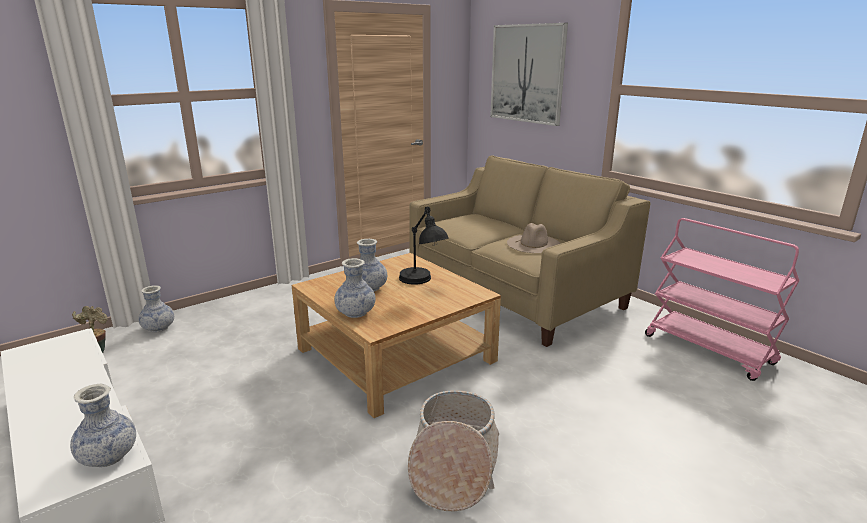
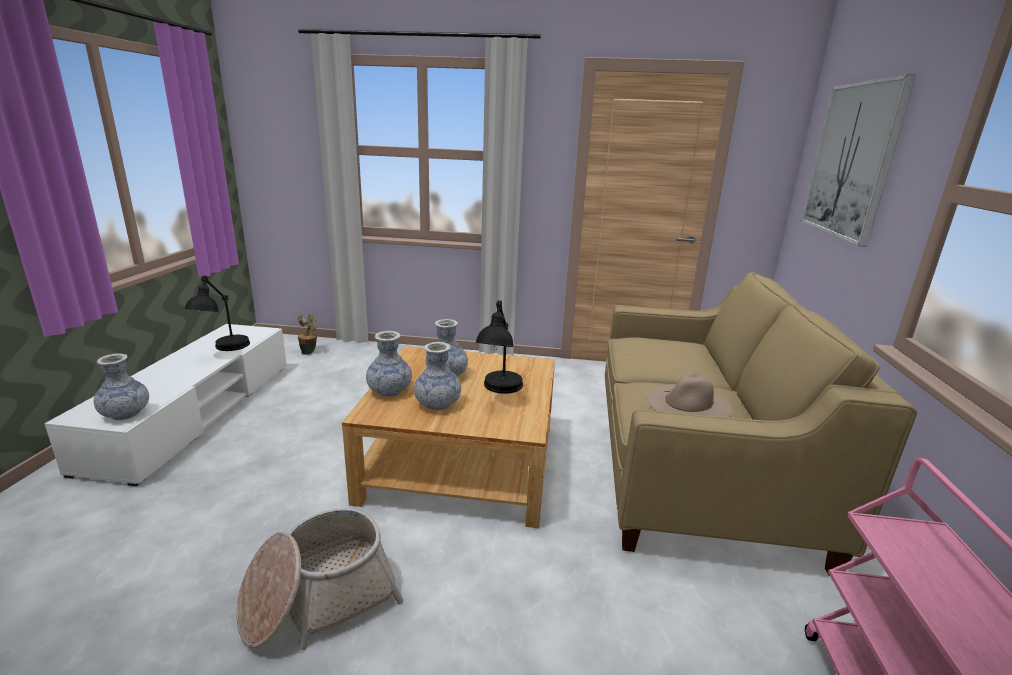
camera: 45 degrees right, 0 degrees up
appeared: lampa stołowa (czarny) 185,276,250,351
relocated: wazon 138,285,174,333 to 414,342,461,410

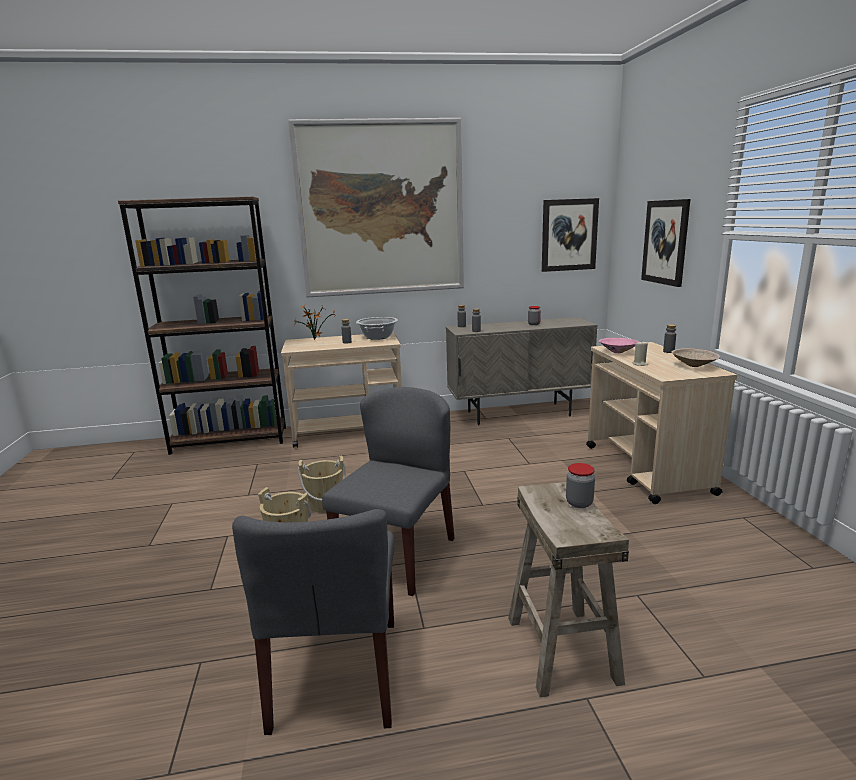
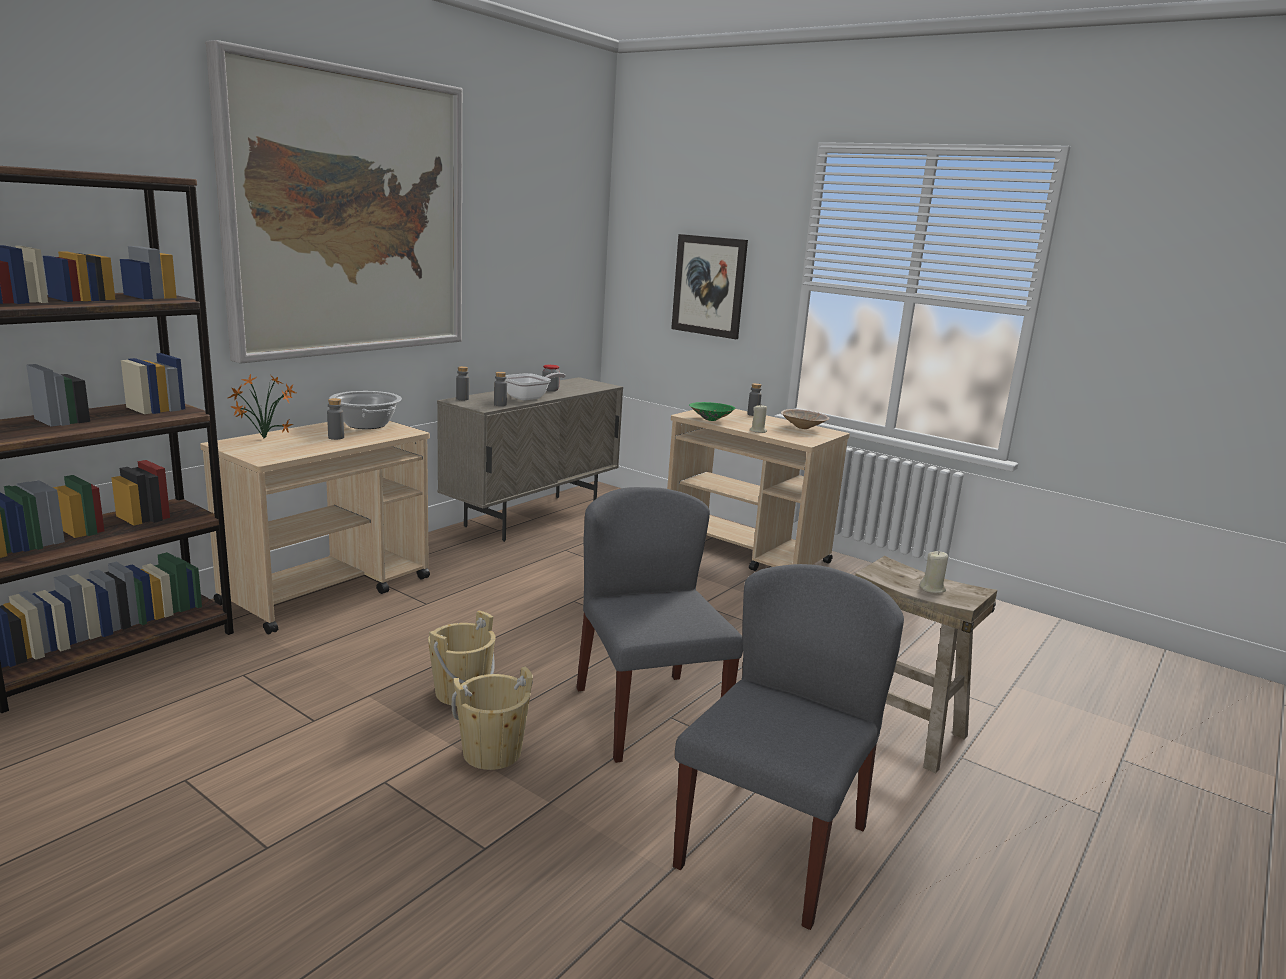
camera: 45 degrees left, 0 degrees up
missing: obraz 542,198,599,272; słoik 566,463,595,508
appeared: patelnia 505,373,566,401; świeca (beżowy) 920,551,948,593
colour: miska (różowy) 599,338,639,353 to miska (zielony) 689,402,735,421
spun: krzesło (szary) 232,509,395,735 = 673,564,904,930 105 degrees counterclockwise

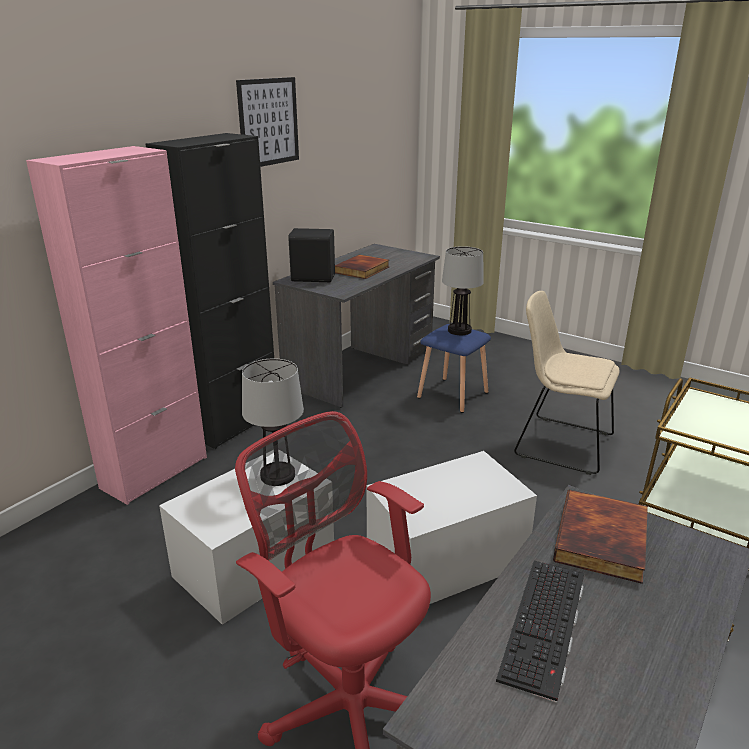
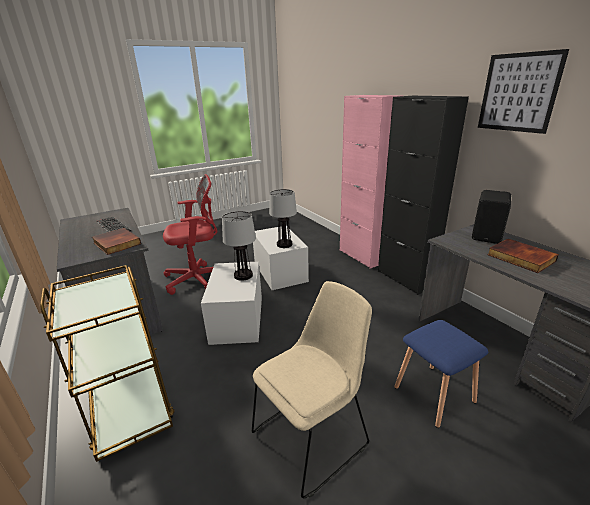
camera: 115 degrees right, 0 degrees up
relocated: lampa stołowa 442,246,484,335 to 222,211,256,281

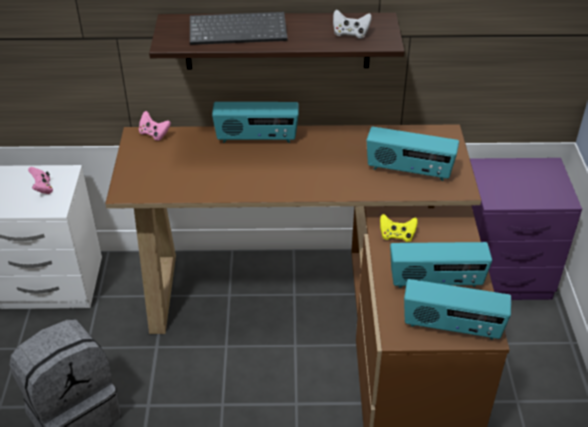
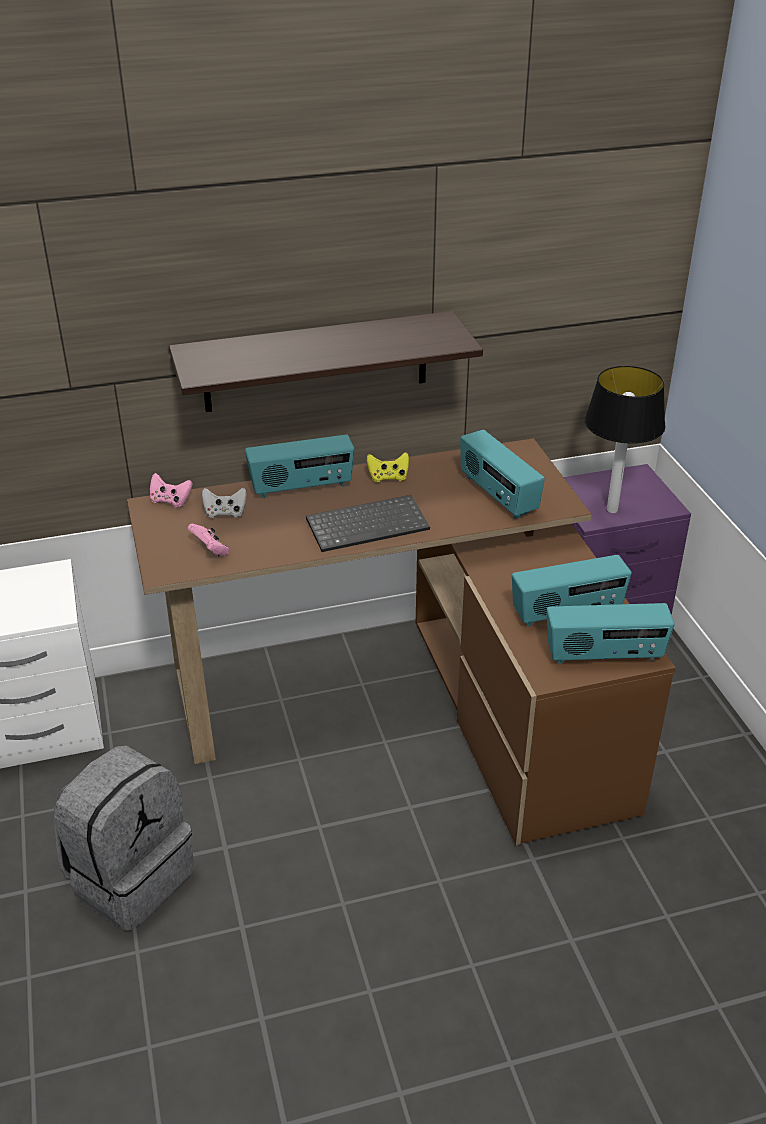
camera: 15 degrees left, 5 degrees down
appeared: lampa stołowa 585,366,665,513
relocated: pad do gier (różowy) 28,167,53,194 to 188,523,229,556; klawiatura 190,12,288,45 to 306,495,430,552; pad do gier (biały) 333,9,372,39 to 202,488,247,518; pad do gier (żółty) 380,214,418,242 to 367,452,409,482
spun: radio 366,127,459,181 = 460,430,545,519 60 degrees clockwise

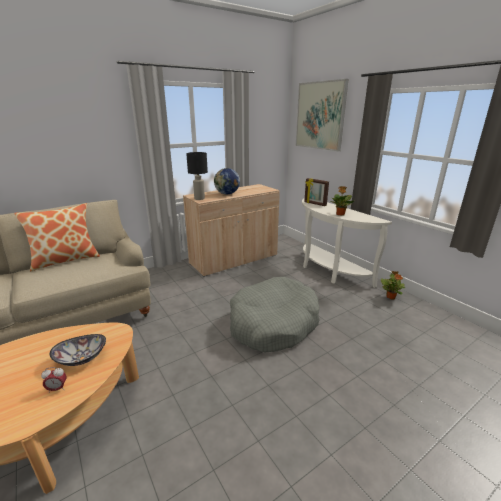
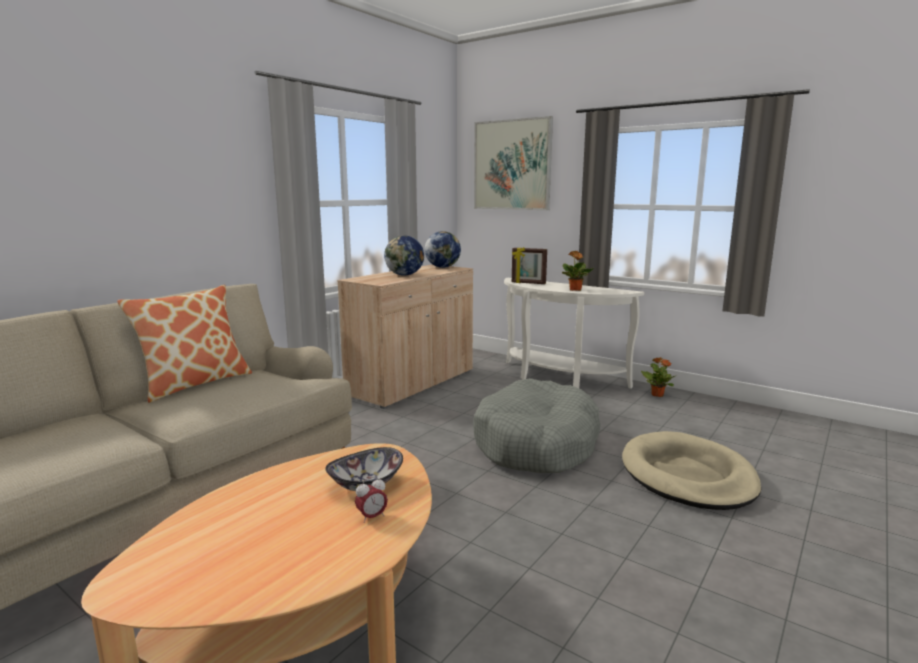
camera: 20 degrees left, 10 degrees down
missing: lampa stołowa (czarny) 186,152,208,200
appeared: globus 425,231,461,268; legowisko (beżowy) 622,431,761,510

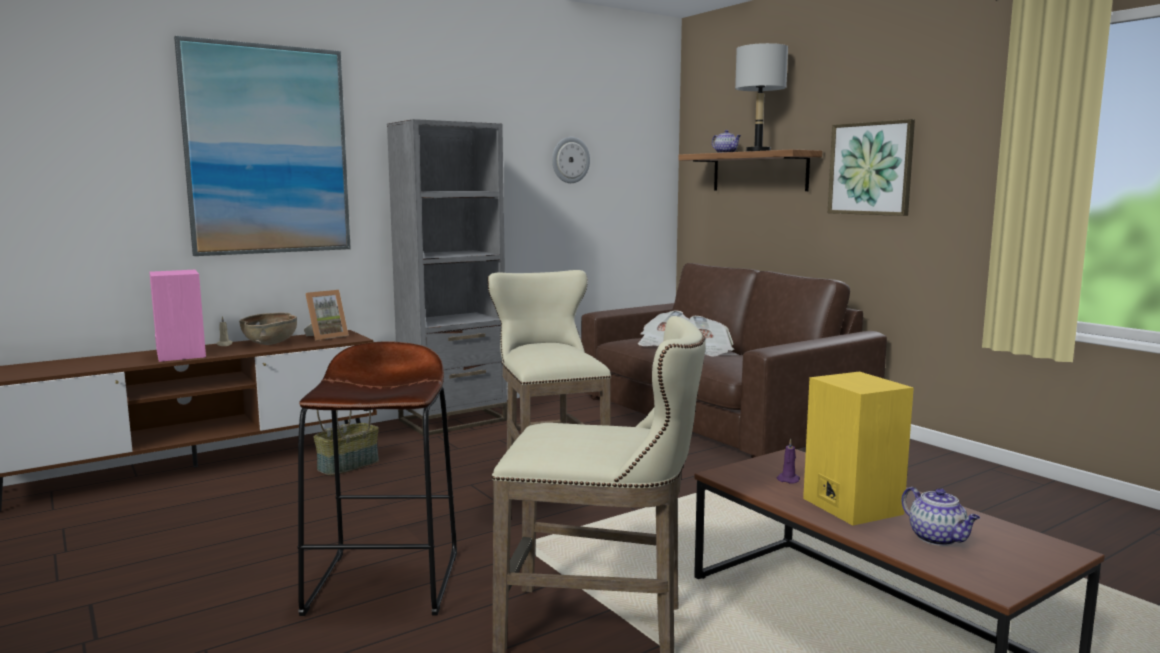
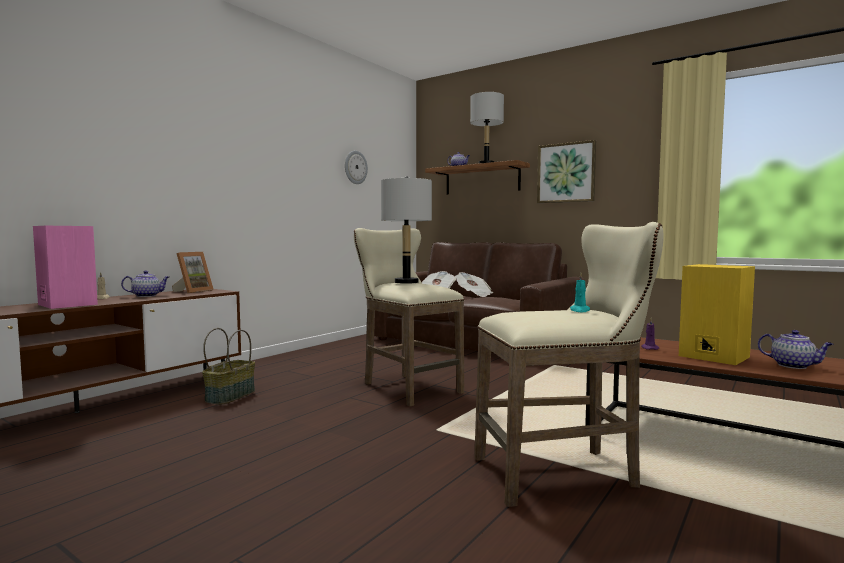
camera: 20 degrees left, 5 degrees down
missing: obraz 174,36,351,256; stołek (brązowy) 297,341,457,616; regał (szary) 387,119,507,435
appeared: lampa stołowa (szary) 381,176,432,284; świeca (turkusowy) 570,273,590,312
exchanged: miska (brązowy) 239,313,297,345 to imbryk 121,271,169,297

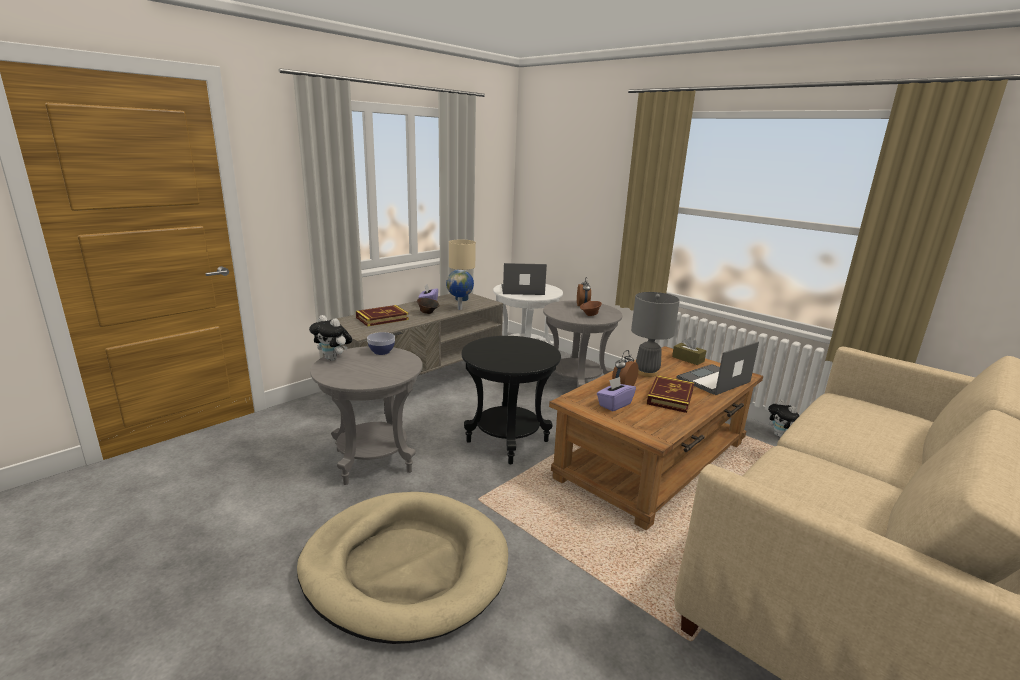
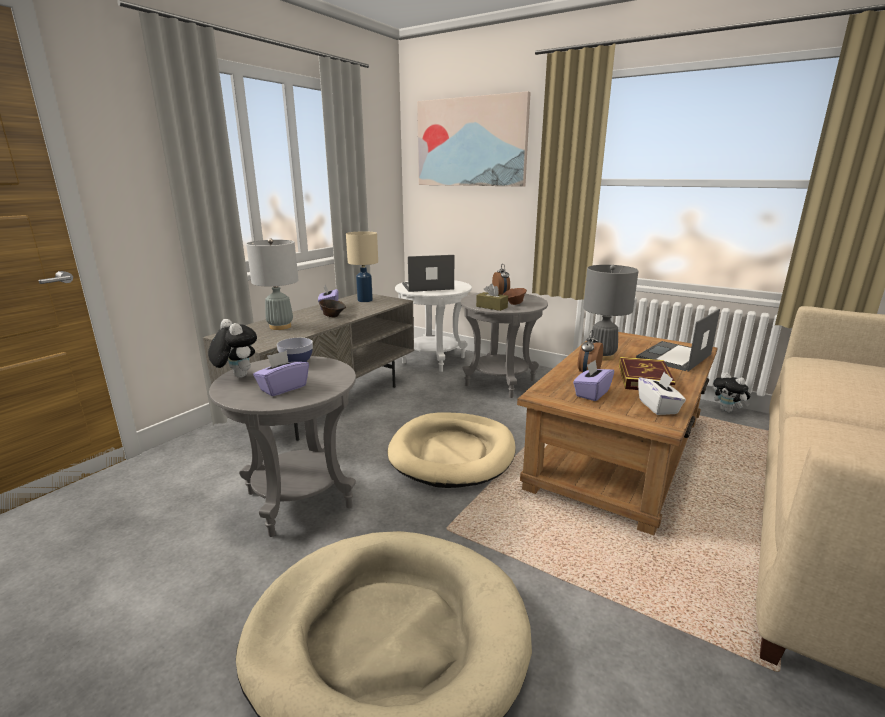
camera: 10 degrees left, 0 degrees up
missing: globus 446,270,474,310
appeared: pudełko chusteczek (fioletowy) 253,350,309,396; obraz 417,91,531,187; pudełko chusteczek (biały) 638,372,686,415
relocated: pudełko chusteczek (brązowy) 672,337,706,365 to 476,284,508,311
exchanged: książka 356,305,409,327 to lampa stołowa (szary) 246,238,298,330; stolik (czarny) 461,336,561,464 to legowisko (beżowy) 387,412,516,488
spun: pluszak 309,315,352,361 = 208,319,257,378 150 degrees counterclockwise

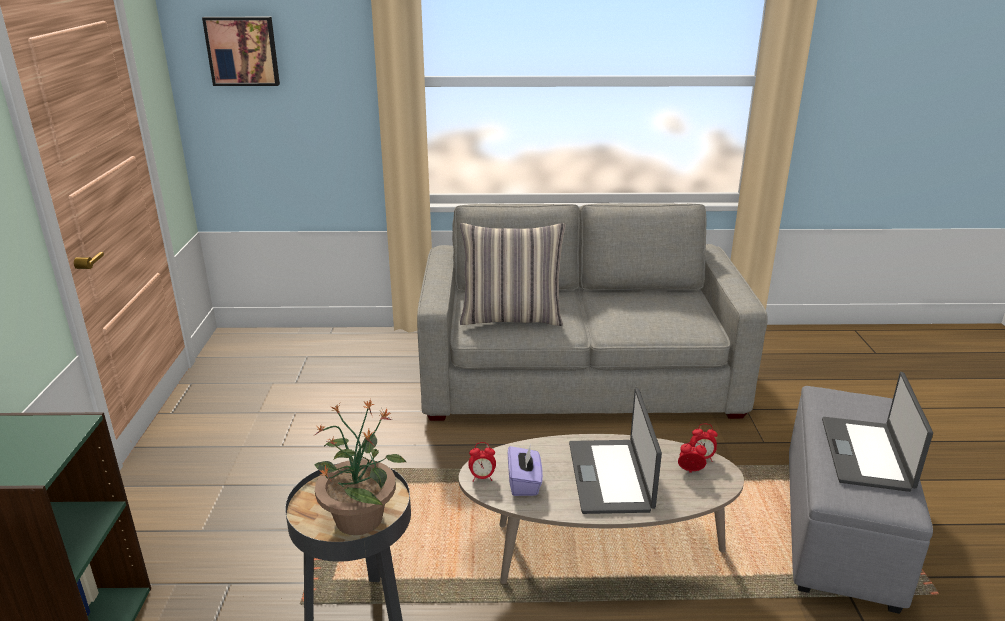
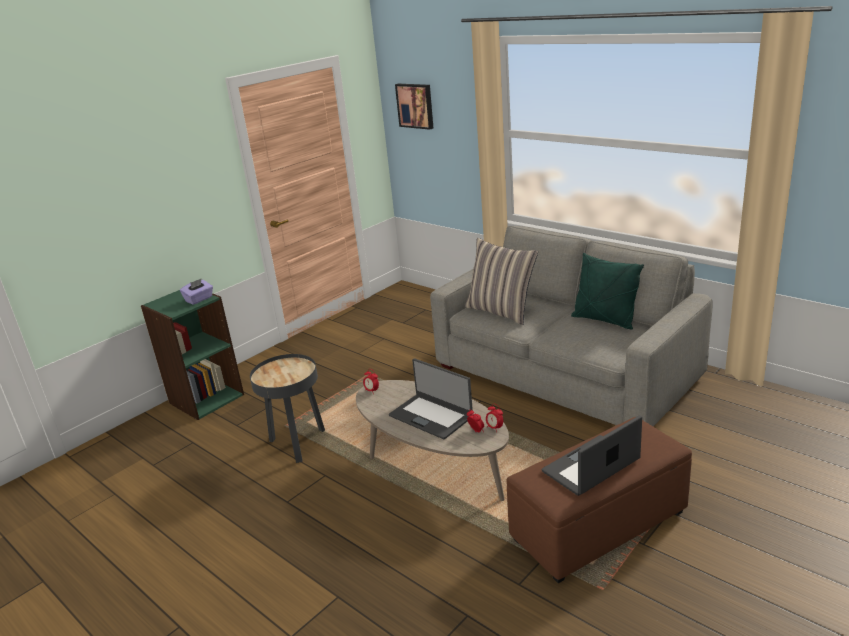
camera: 45 degrees right, 0 degrees up
missing: roślina doniczkowa 314,399,407,535
appeared: poduszka (zielony) 571,253,644,330
relocated: pudełko chusteczek (fioletowy) 508,445,543,496 to 180,279,213,305
colour: pufa (szary) 789,386,933,614 to pufa (brązowy) 507,417,692,583
spun: laptop 569,388,662,514 = 389,359,473,439 90 degrees counterclockwise

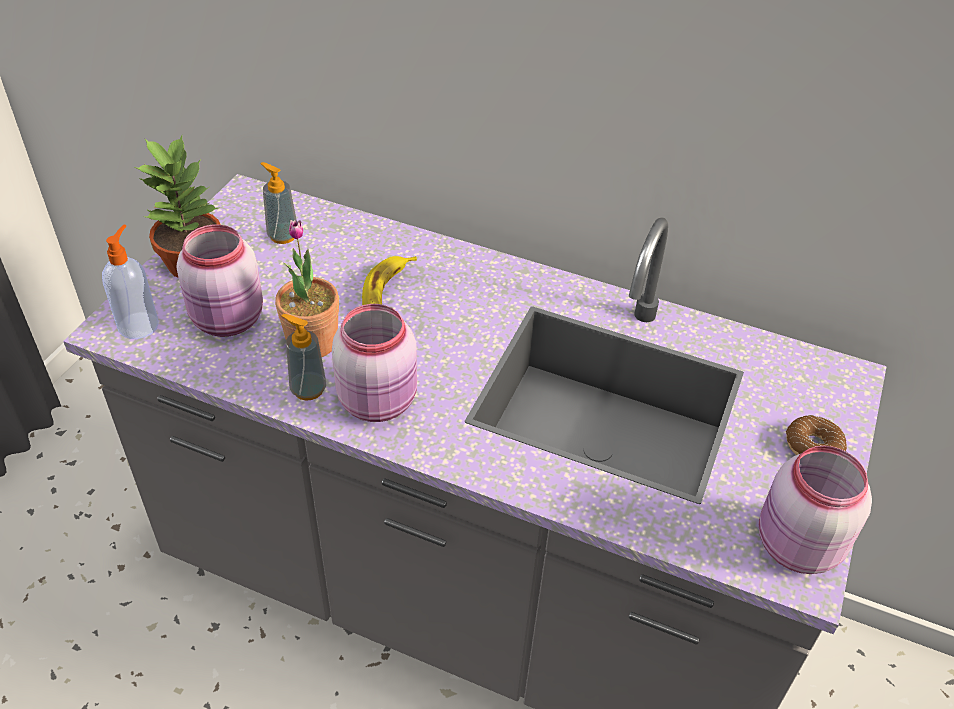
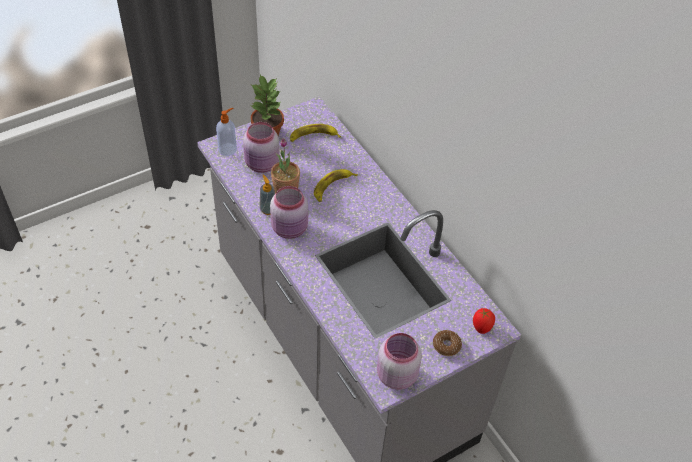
camera: 35 degrees right, 5 degrees up
appeared: pomidor 473,308,495,334
exchanged: dozownik mydła 260,162,296,244 to banan 290,124,341,142

